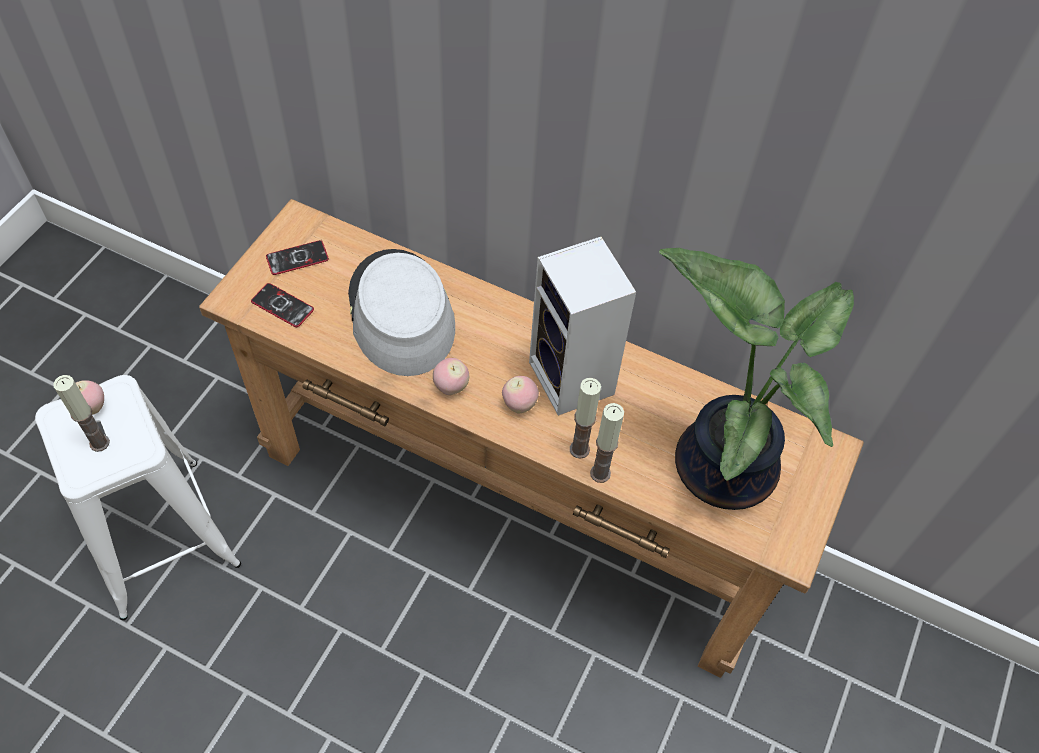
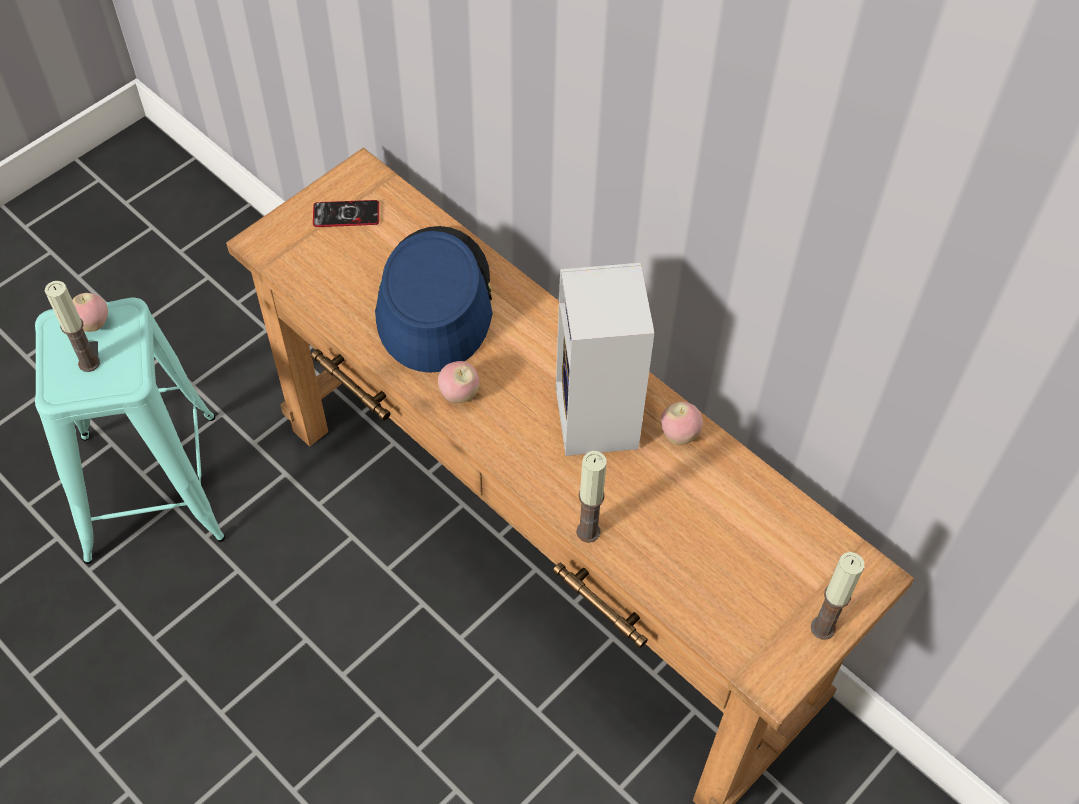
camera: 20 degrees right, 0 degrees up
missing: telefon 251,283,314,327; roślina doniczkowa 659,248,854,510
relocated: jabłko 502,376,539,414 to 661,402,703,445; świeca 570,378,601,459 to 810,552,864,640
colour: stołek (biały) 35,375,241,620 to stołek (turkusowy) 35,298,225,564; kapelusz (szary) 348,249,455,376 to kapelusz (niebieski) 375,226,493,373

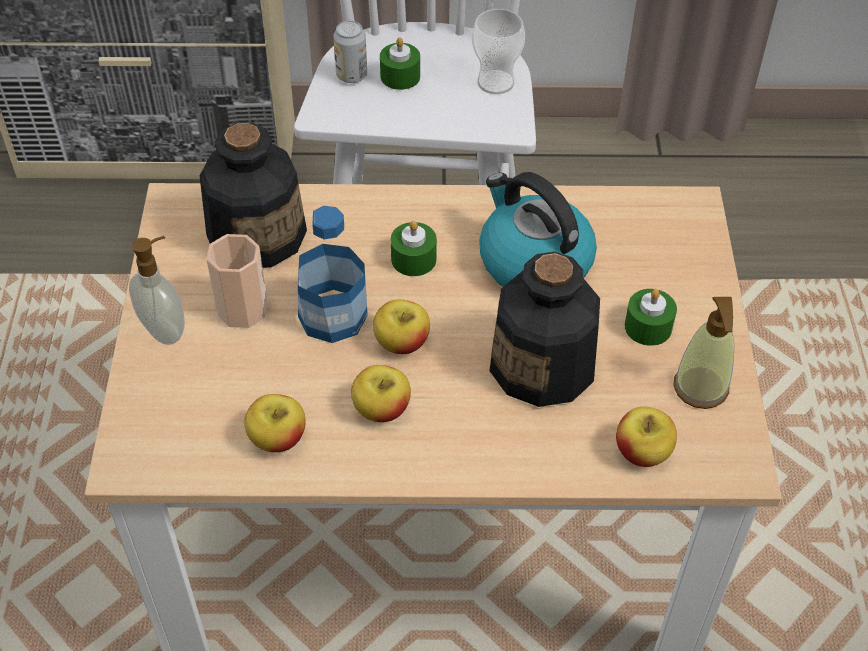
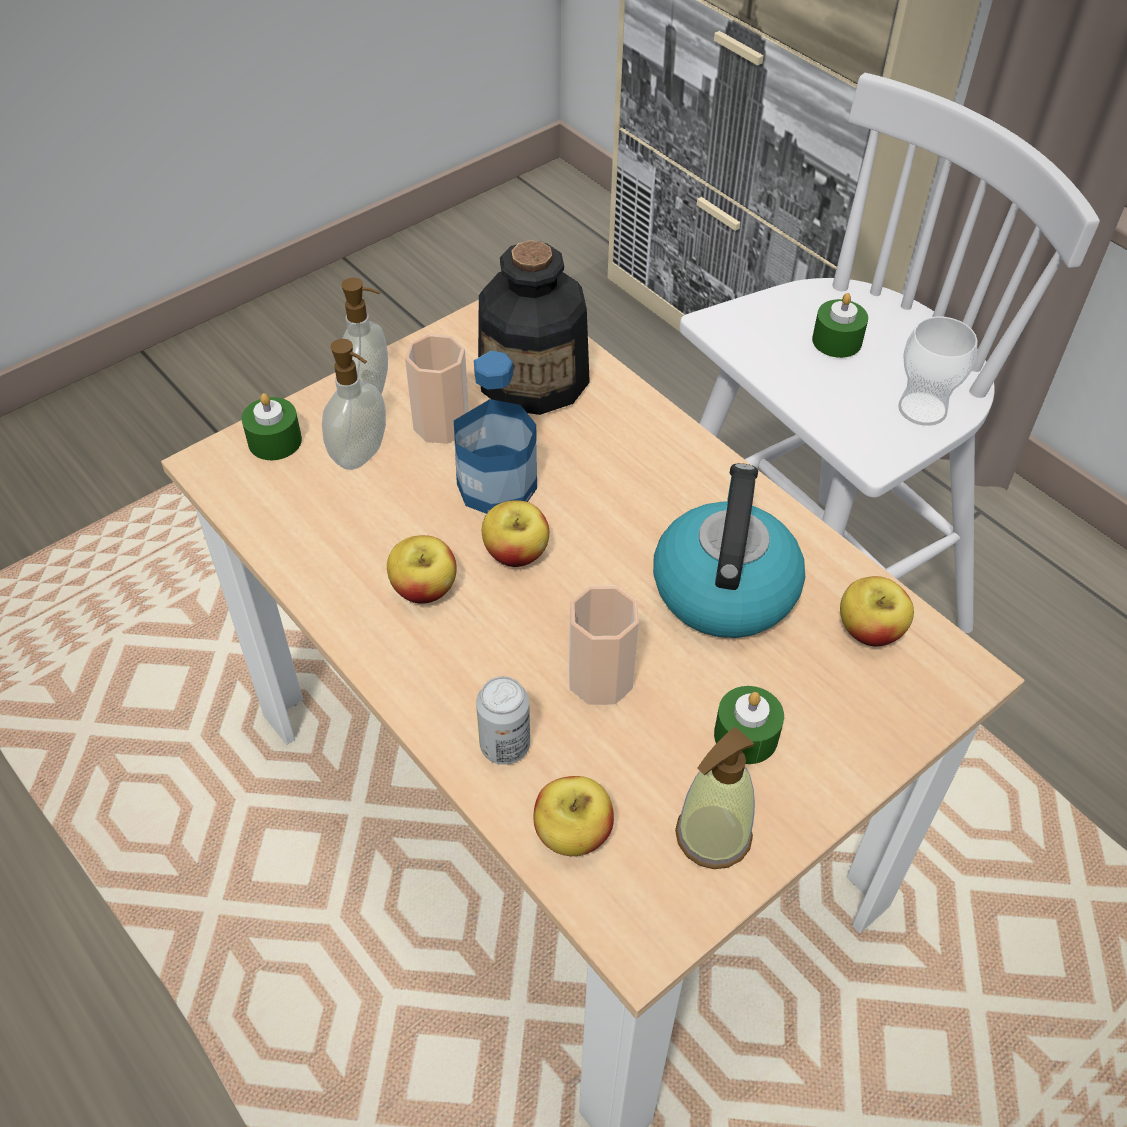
camera: 50 degrees right, 0 degrees up
appeared: dozownik mydła 322,339,386,470
relocated: jabłko 244,394,306,452 to 840,576,914,646; puszka 333,21,367,83 to 476,676,530,765; świeca (zielony) 391,221,437,276 to 241,393,302,460
exchanged: butelka 489,252,600,407 to filiżanka 569,585,639,705

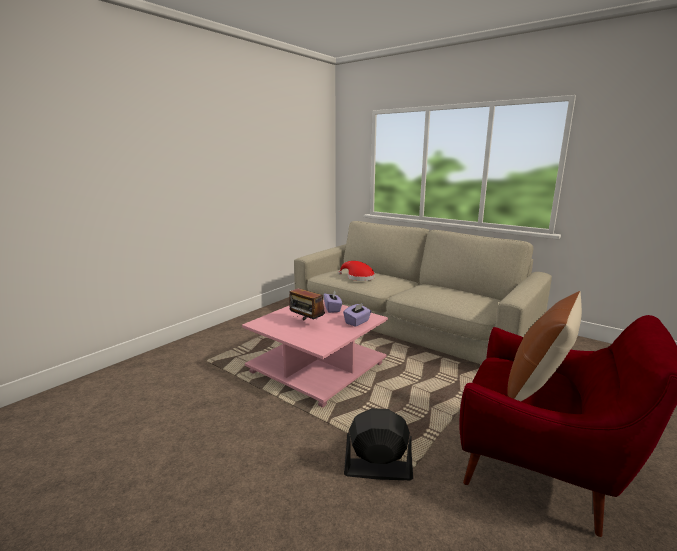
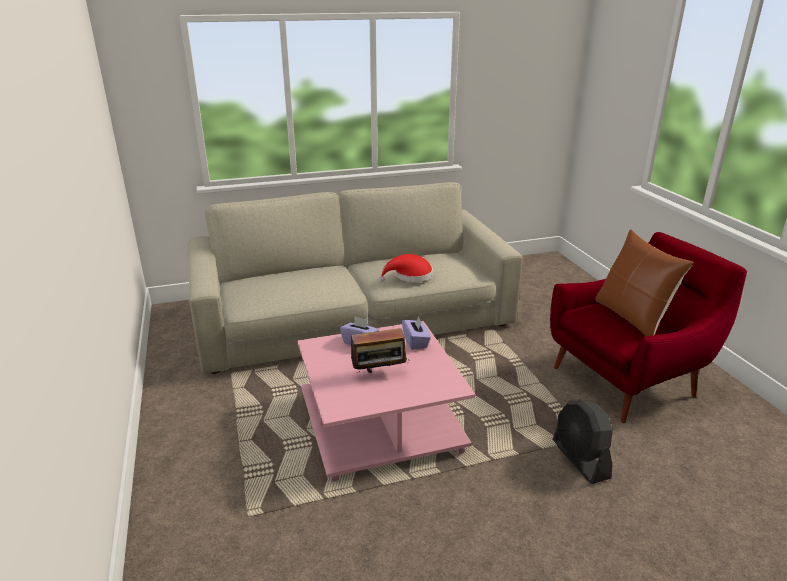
camera: 55 degrees left, 10 degrees up
relocated: kapelusz (czerwony) 338,261,375,281 to 379,254,433,282
spun: wentylator (czarny) 344,408,413,480 = 552,400,613,484 60 degrees counterclockwise

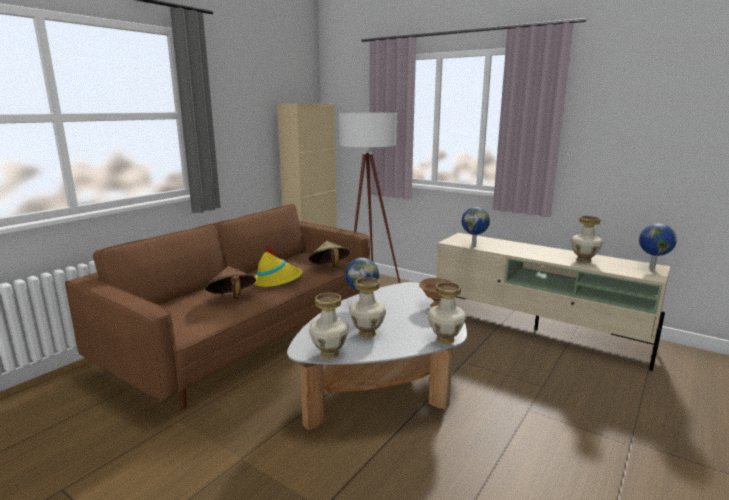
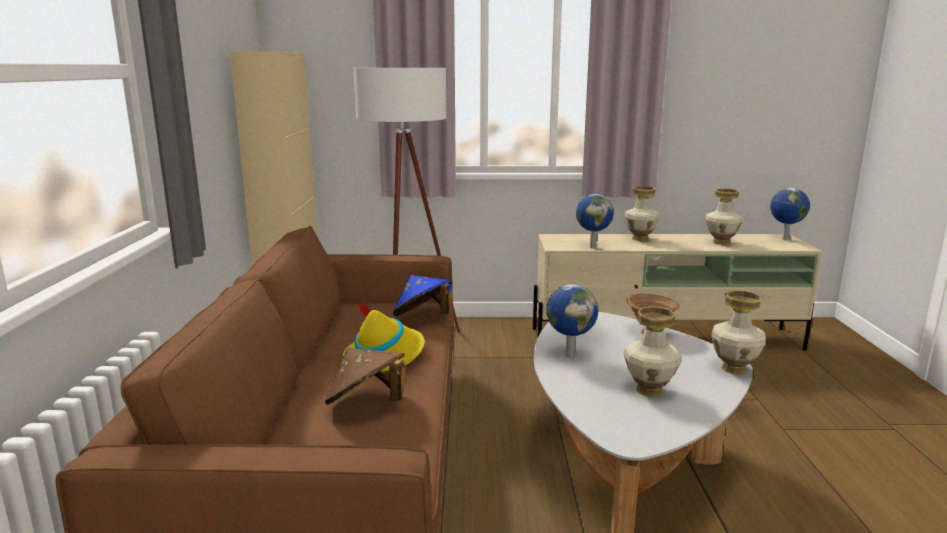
camera: 35 degrees left, 0 degrees up
relocated: wazon 309,292,349,359 to 624,186,660,241
colour: kapelusz (beżowy) 309,241,350,267 to kapelusz (niebieski) 393,275,452,316

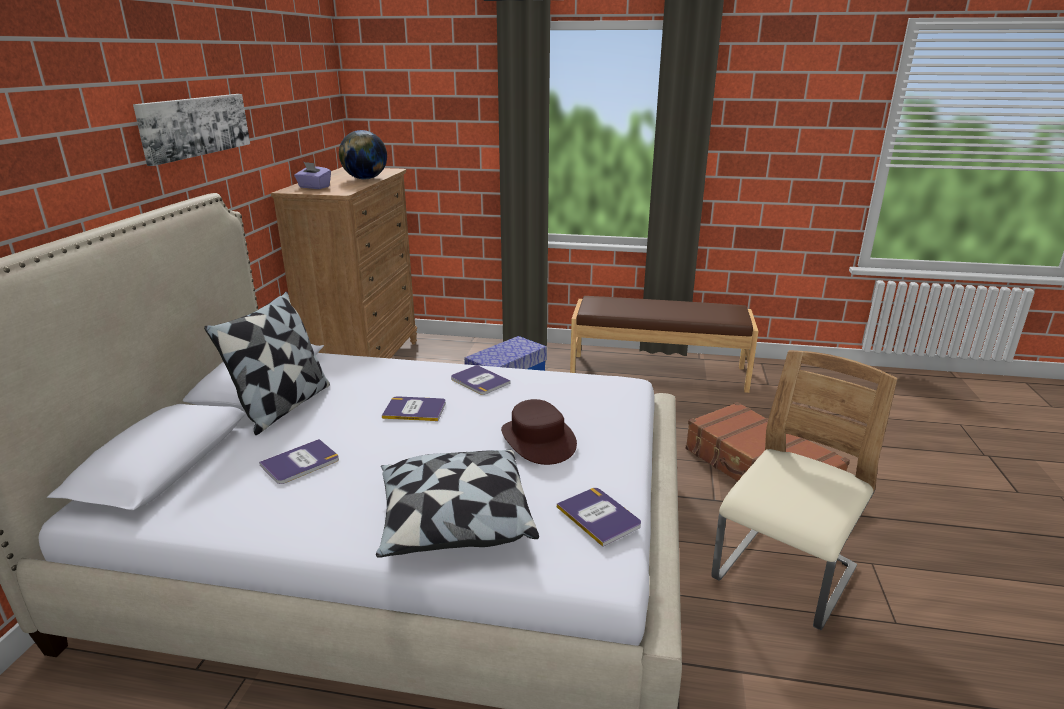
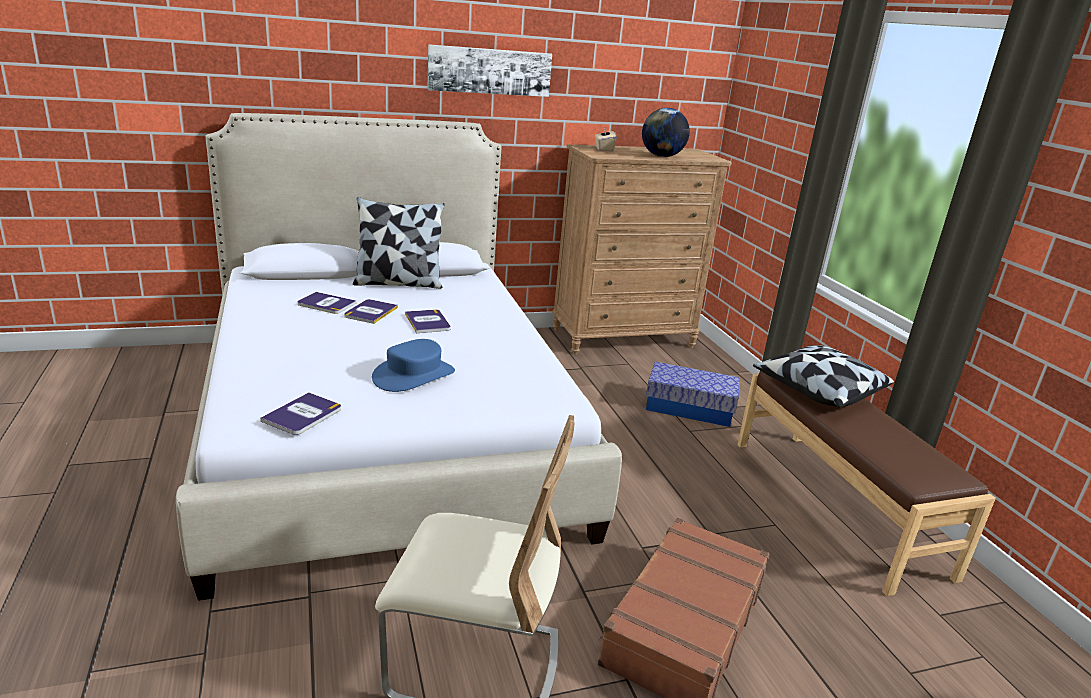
camera: 60 degrees right, 0 degrees up
relocated: poduszka 376,450,539,558 to 753,345,894,408; książka 451,365,511,395 to 344,299,398,324
colour: pudełko chusteczek (fioletowy) 294,162,331,189 to pudełko chusteczek (beżowy) 595,128,617,152; kapelusz (brązowy) 501,399,577,465 to kapelusz (niebieski) 372,339,455,392

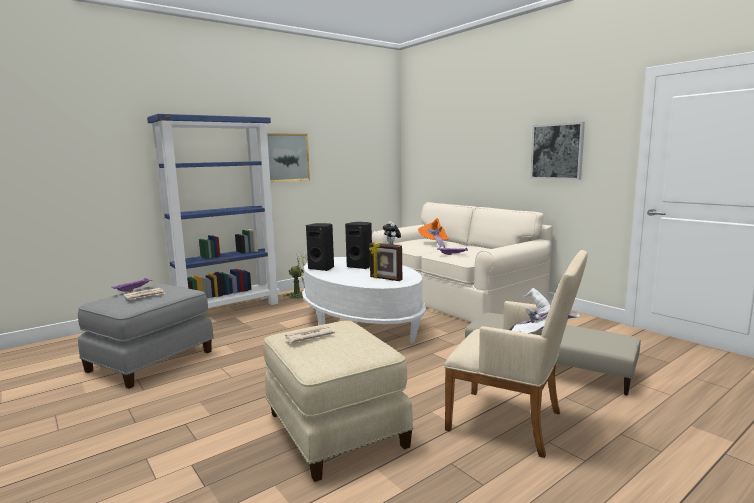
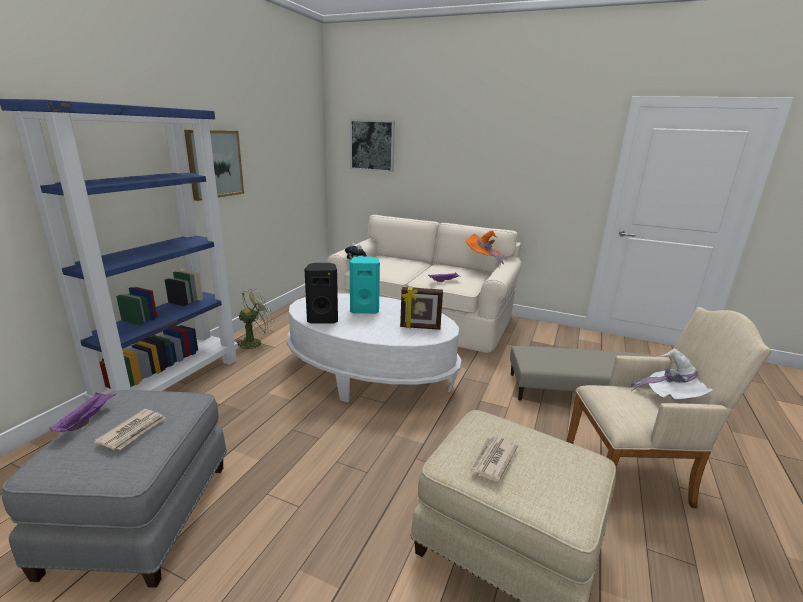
camera: 30 degrees left, 10 degrees up
relocated: kapelusz (pomarańczowy) 418,218,450,248 to 466,230,504,265; obraz 530,122,585,180 to 350,119,395,172
colour: głośnik (czarny) 345,222,372,269 to głośnik (turkusowy) 350,256,380,314

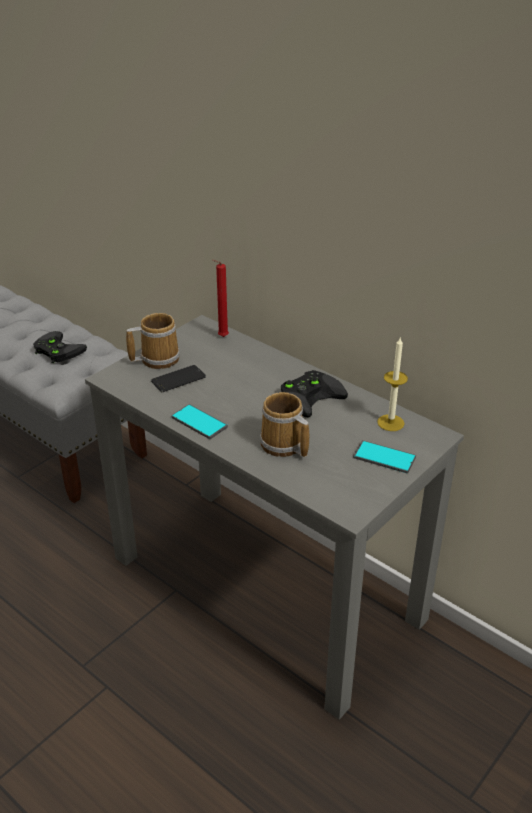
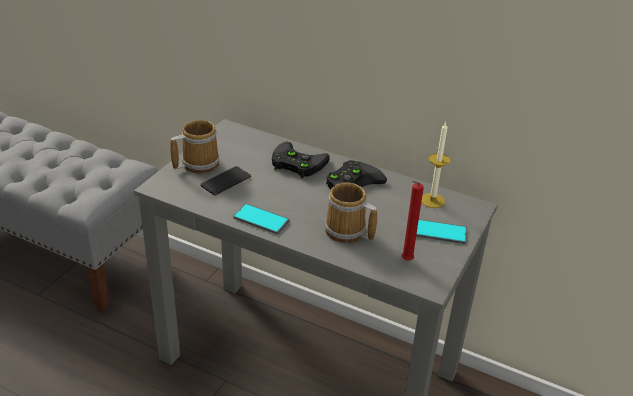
camera: 15 degrees left, 0 degrees up
relocated: pad do gier (czarny) 33,331,87,363 to 272,142,329,178; świeca (czerwony) 213,260,229,337 to 402,181,424,260

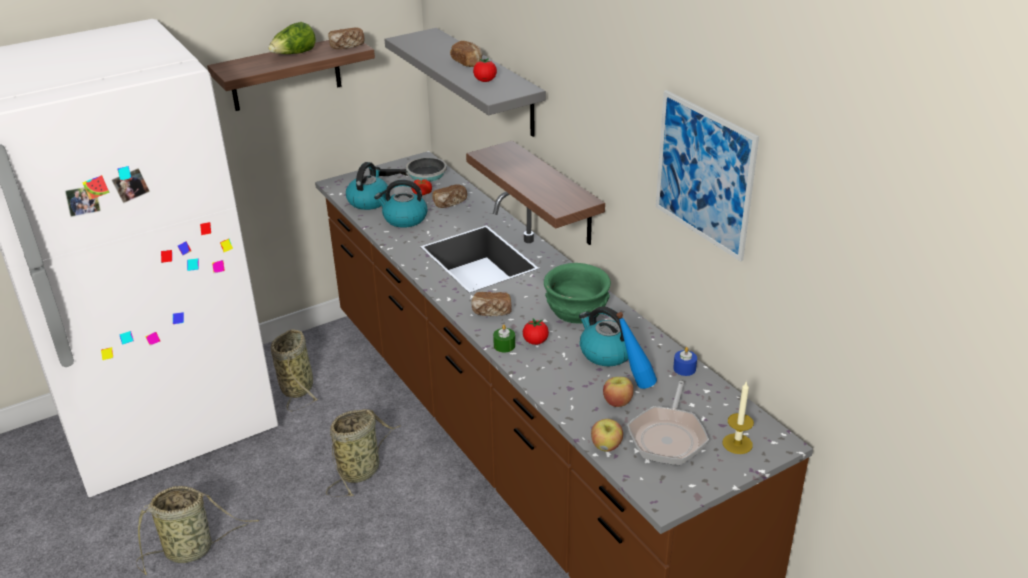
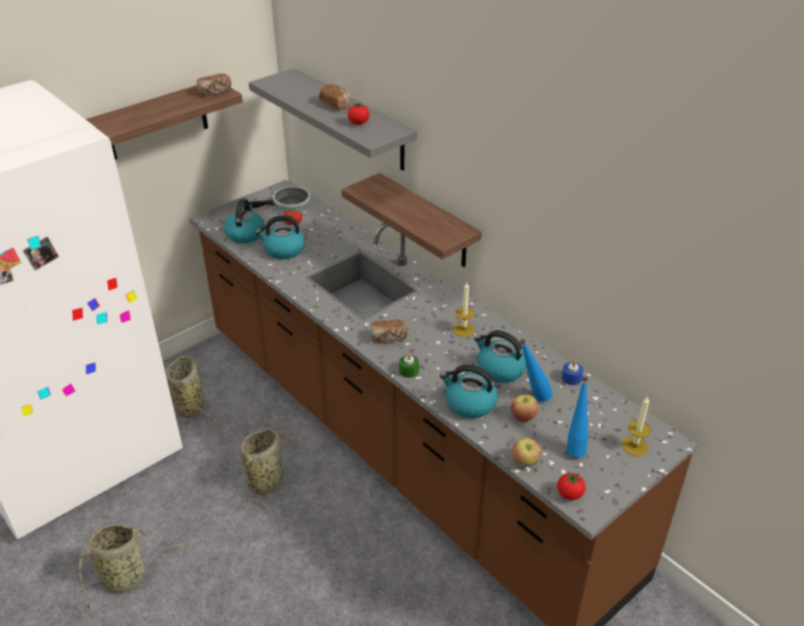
camera: 10 degrees left, 5 degrees up
missing: sałata 268,22,316,54; chleb 432,184,467,208; obraz 656,90,759,261
appeared: czajnik 440,364,498,418
relocated: pomidor 523,318,549,345 to 557,472,585,500
exchanged: miska (zielony) 544,263,611,324 to świeca 453,282,475,337; patelnia 627,381,709,465 to butelka (niebieski) 566,377,588,457

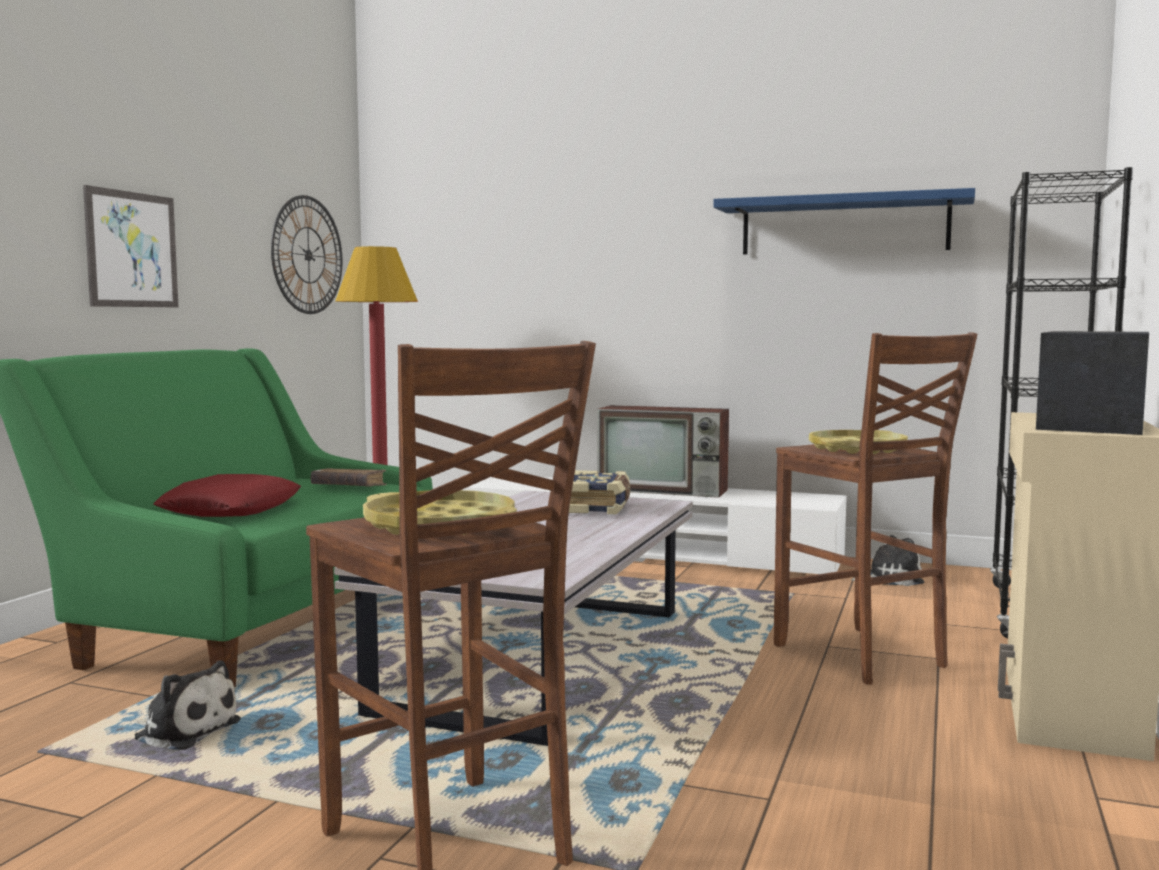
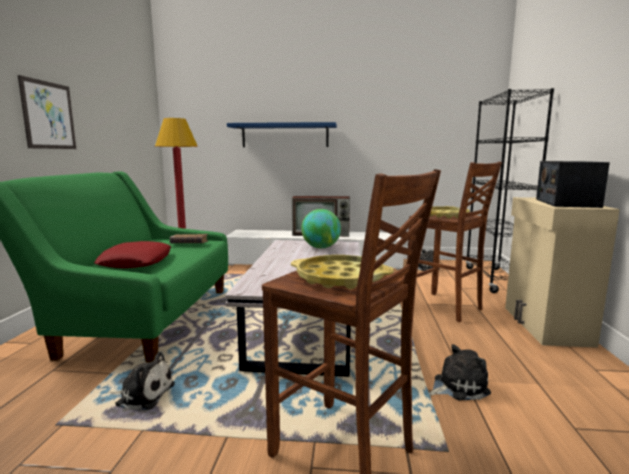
camera: 15 degrees left, 5 degrees up
missing: zegar ścienny 271,195,342,314
appeared: pluszak 429,344,491,400
relocated: półka (niebieski) 713,188,975,255 to 227,122,337,147
exchanged: książka 569,470,631,514 to globus 301,209,341,248

